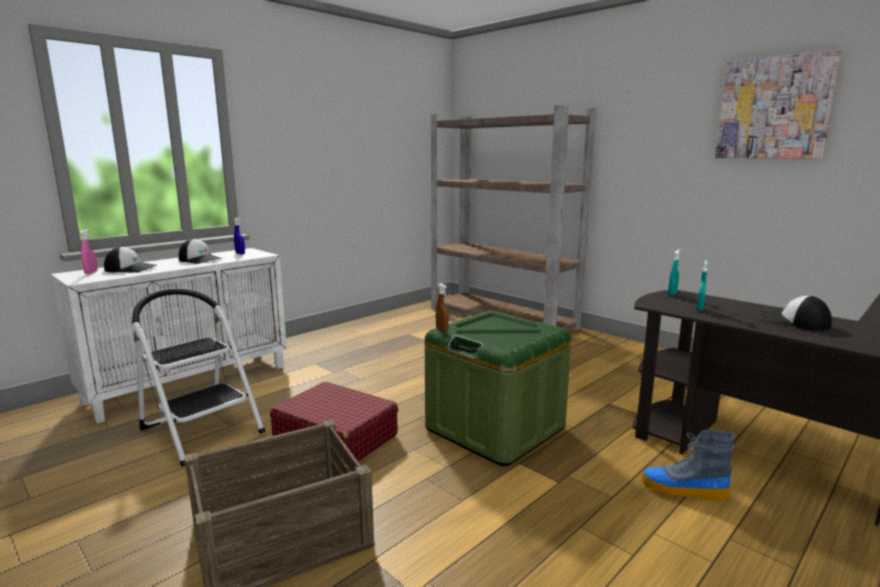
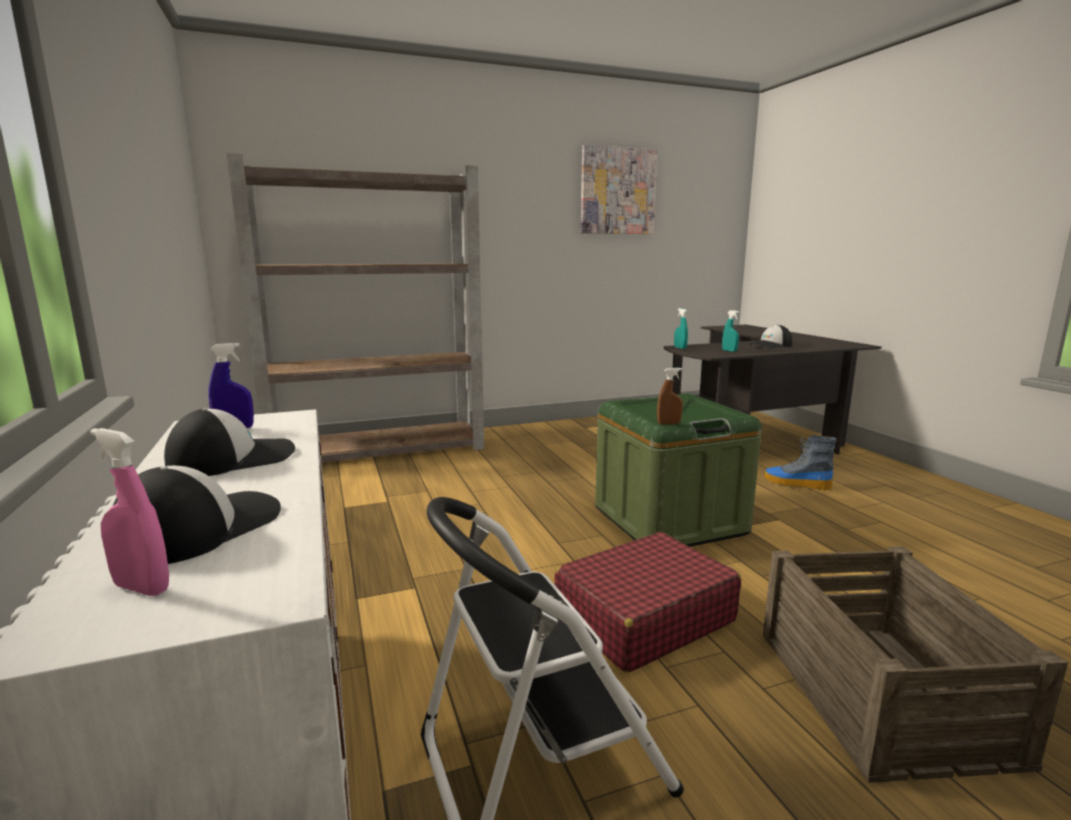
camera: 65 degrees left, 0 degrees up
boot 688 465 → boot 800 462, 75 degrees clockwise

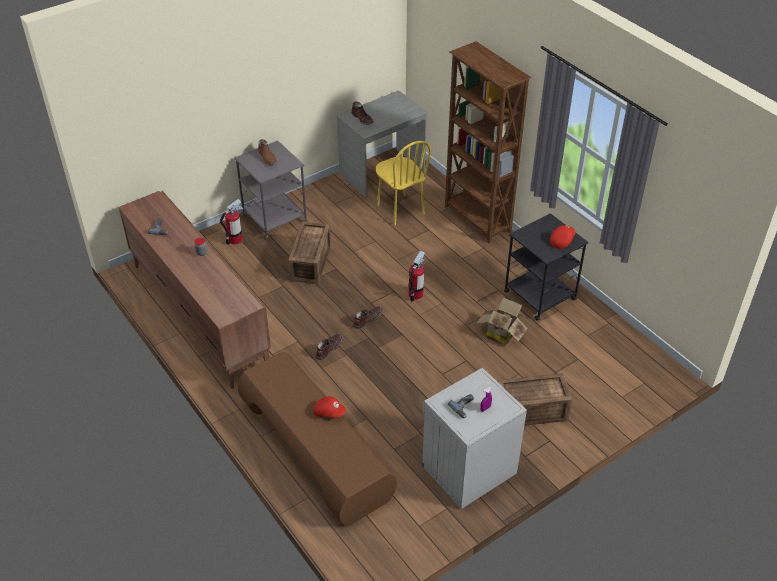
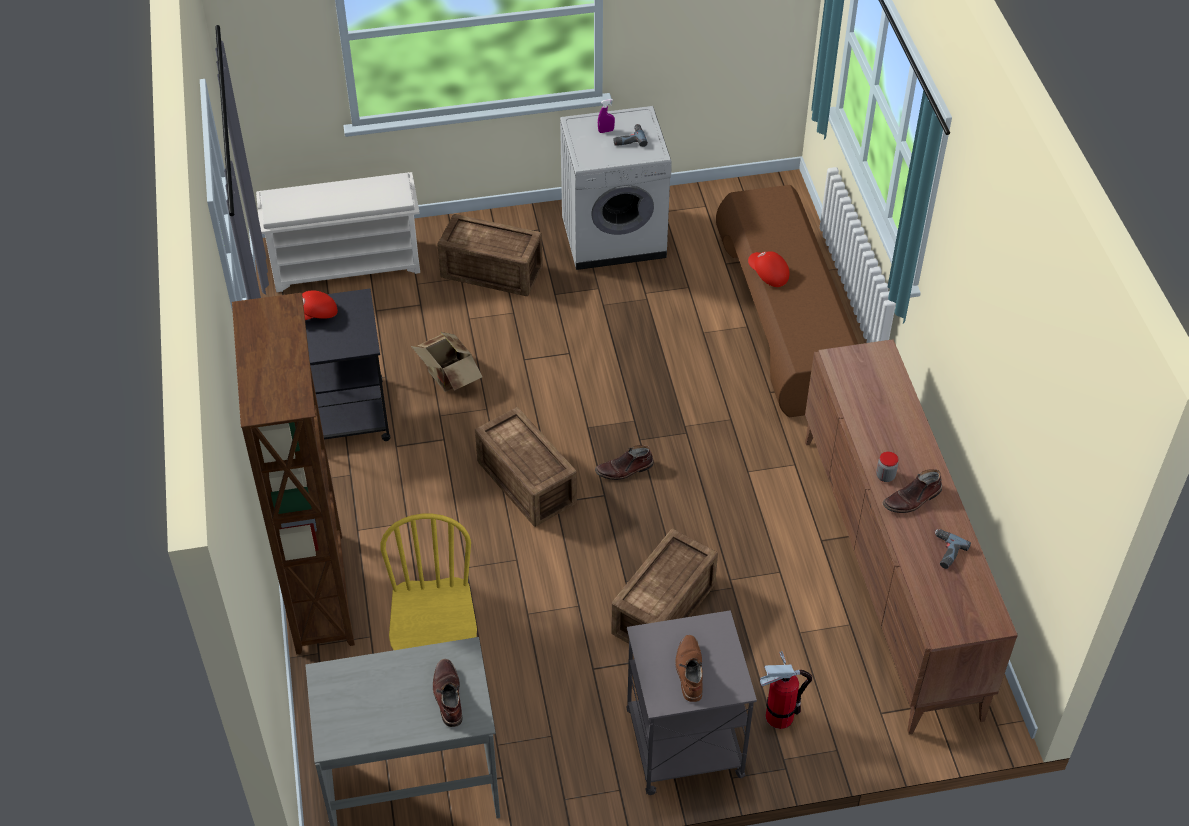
camera: 155 degrees left, 5 degrees up
- → white shoe rack 338 232
brown boot 329 346 → brown boot 912 491, relocated
fire extinguisher 417 276 → crate 526 467

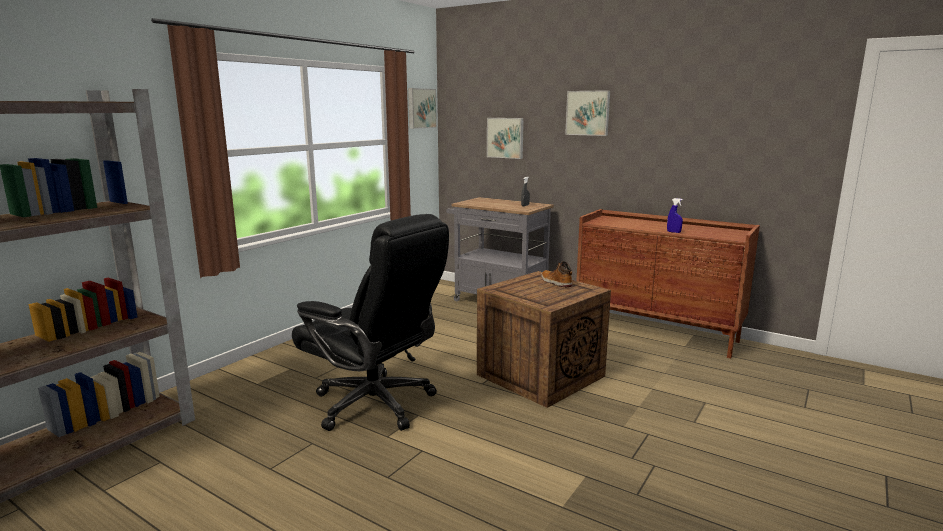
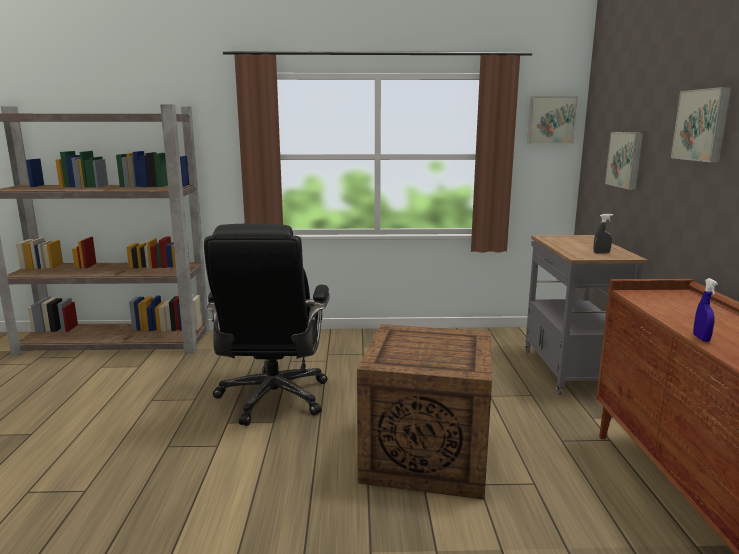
camera: 55 degrees right, 0 degrees up
boot 556 274 → -

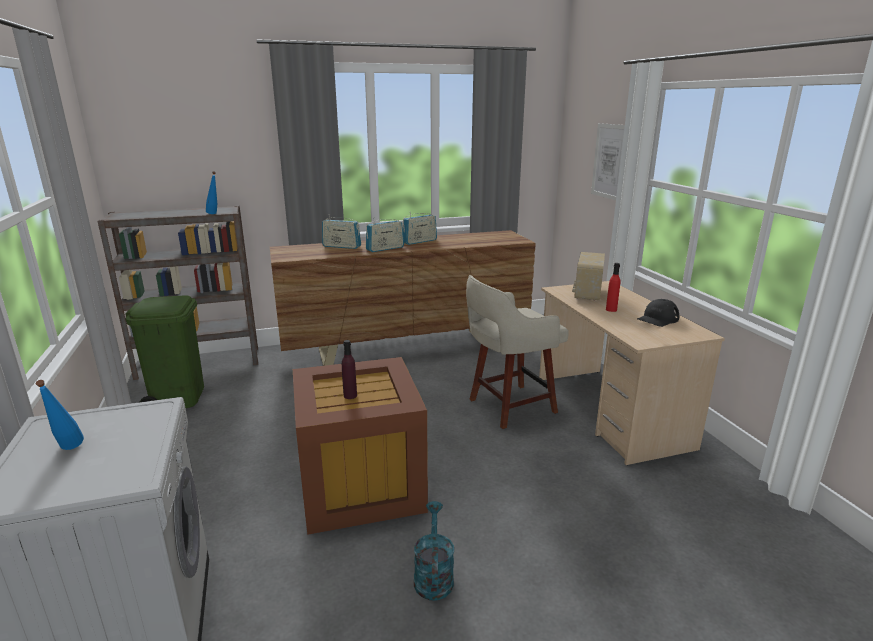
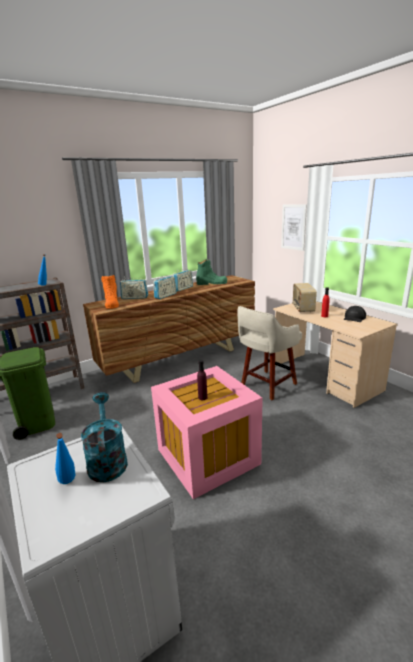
camera: 15 degrees left, 0 degrees up
- → orange boot 110 292
- → green boot 211 272
turquoise watering can 434 551 → turquoise watering can 104 437, relocated
brown storage box 360 446 → pink storage box 207 432

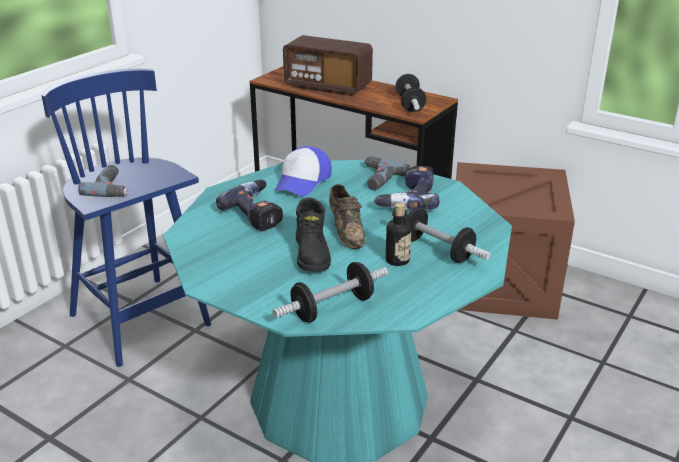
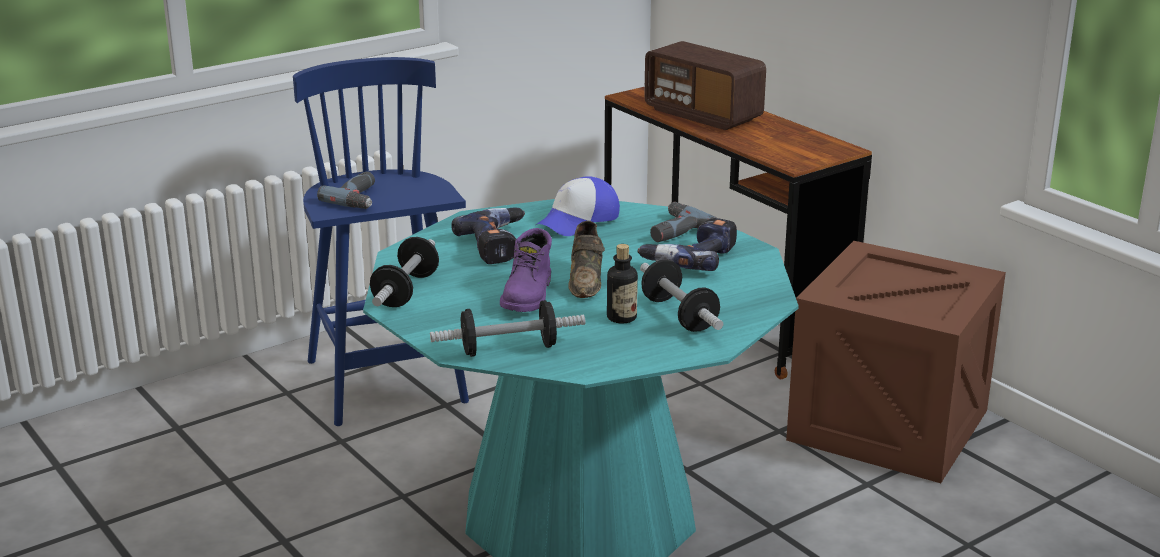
camera: 20 degrees right, 5 degrees down
dumbbell 410 93 → dumbbell 404 272, relocated
black boot 313 234 → purple boot 526 270

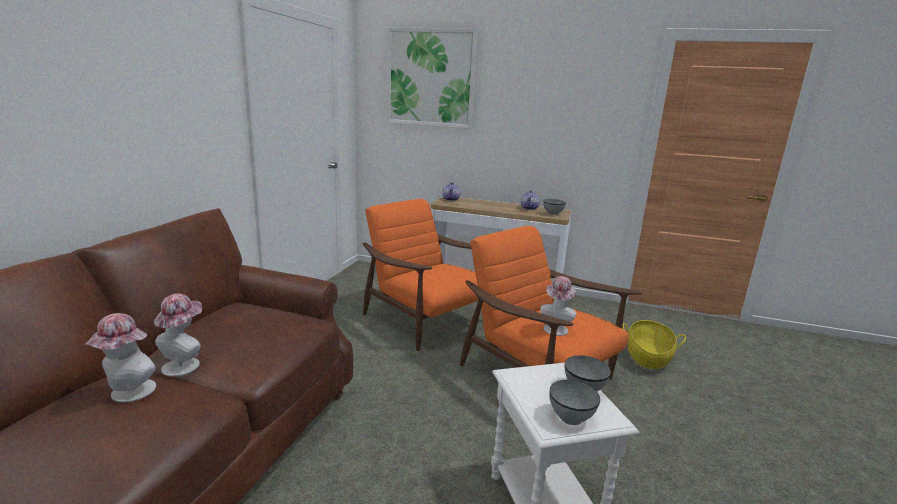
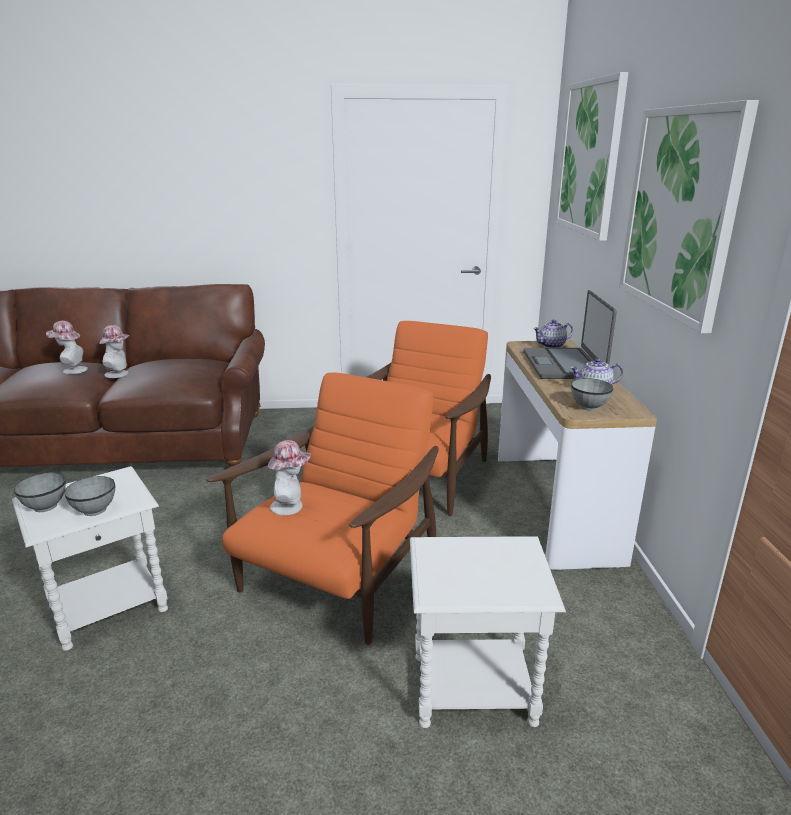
camera: 70 degrees right, 5 degrees up
- → laptop 570 334
- → picture 689 216
basket 654 344 → white side table 488 632

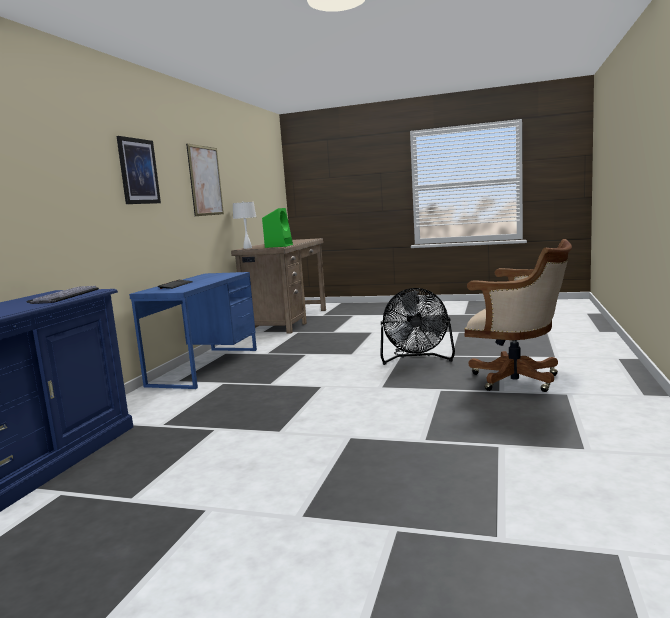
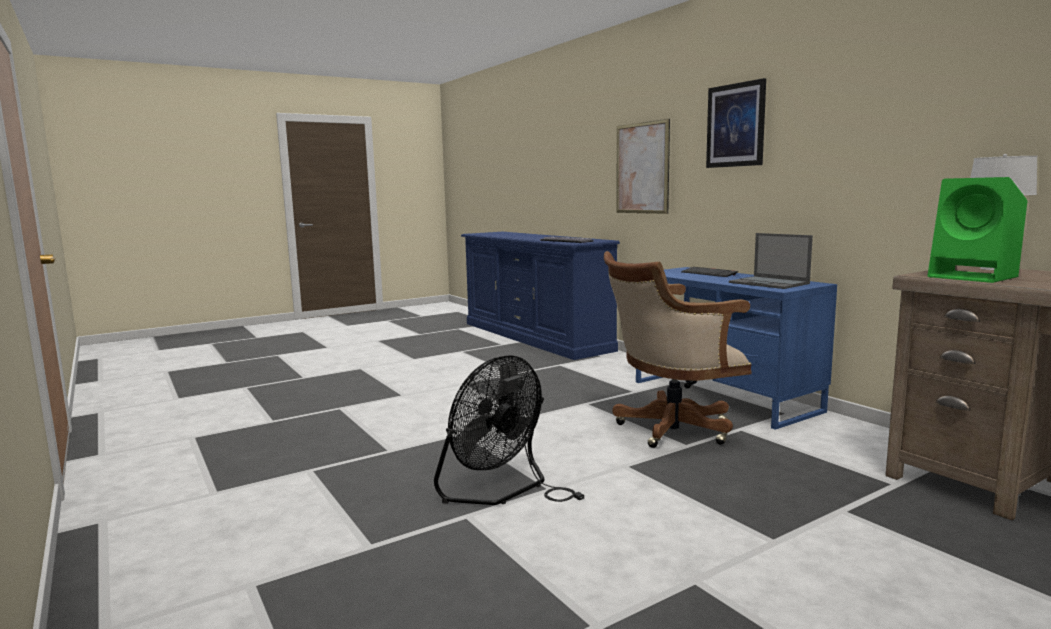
camera: 130 degrees right, 0 degrees up
- → laptop 771 261
picture 205 180 → picture 643 166, relocated
office chair 518 315 → office chair 677 349, relocated

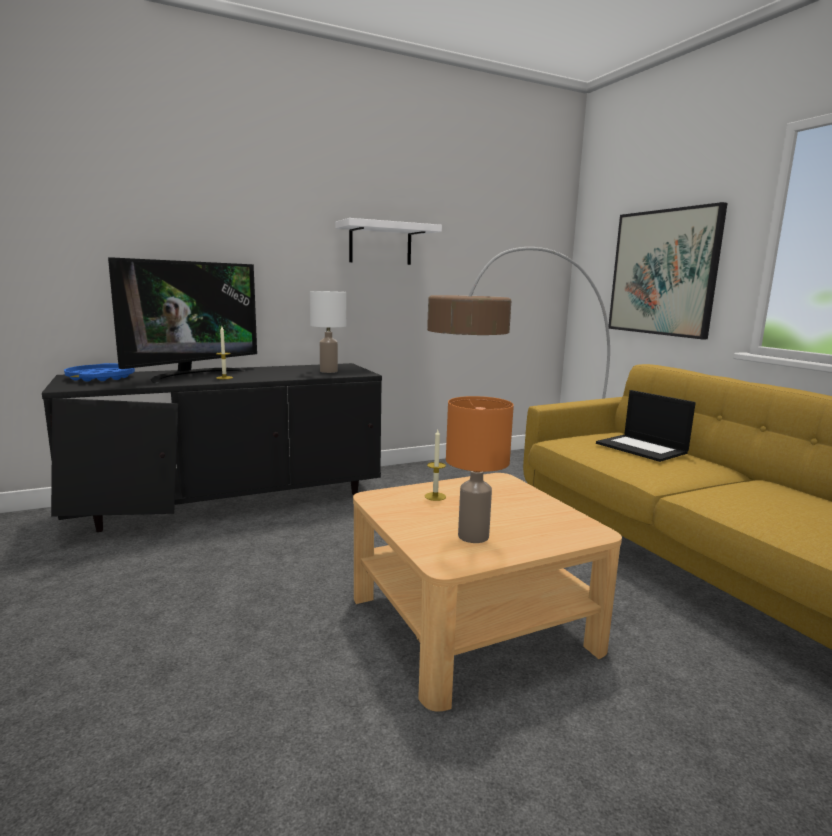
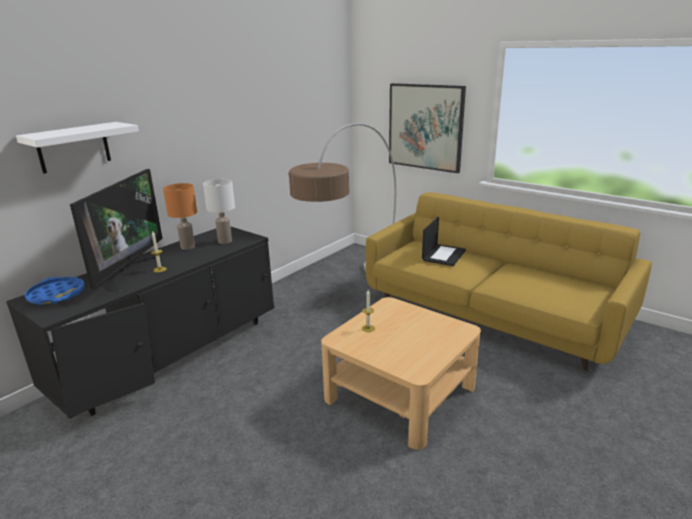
camera: 25 degrees left, 10 degrees up
white shelf 388 241 → white shelf 77 148, relocated
orange table lamp 480 469 → orange table lamp 180 216, relocated
laptop 646 426 → laptop 444 241, 90 degrees counterclockwise

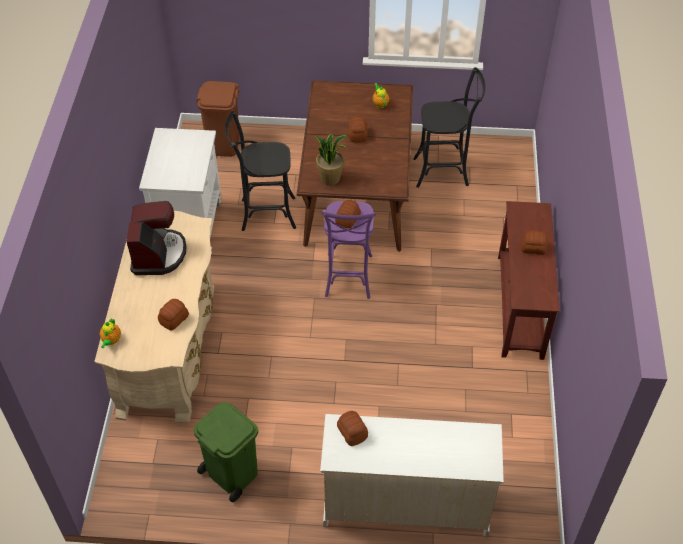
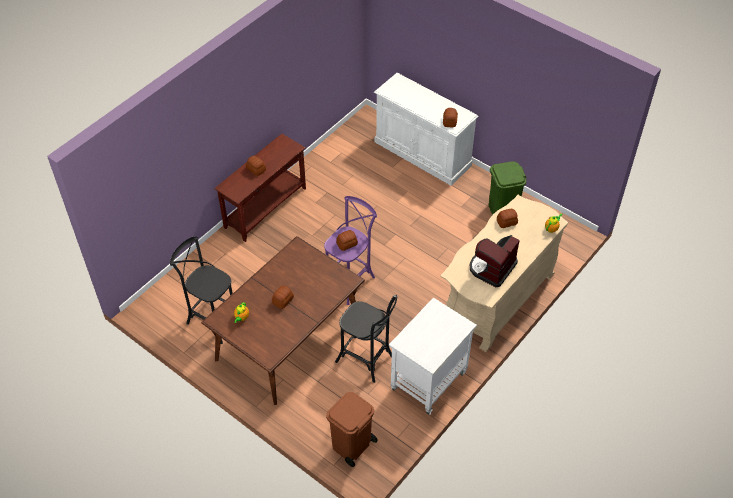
camera: 145 degrees left, 0 degrees up
potted plant 331 160 → -

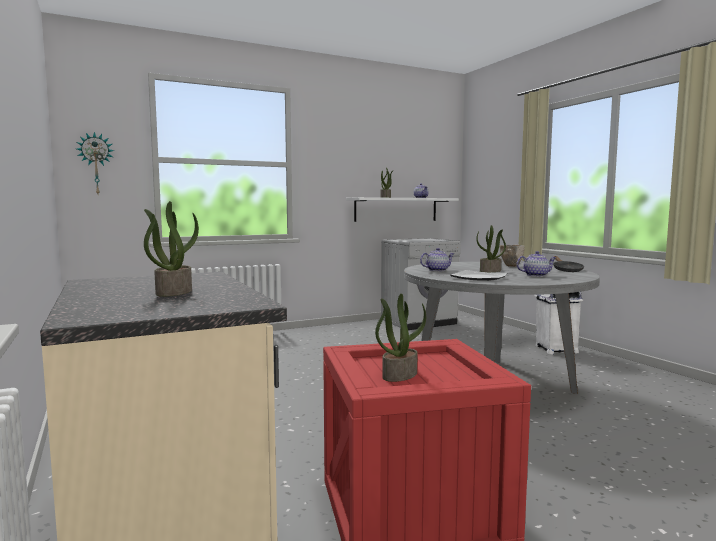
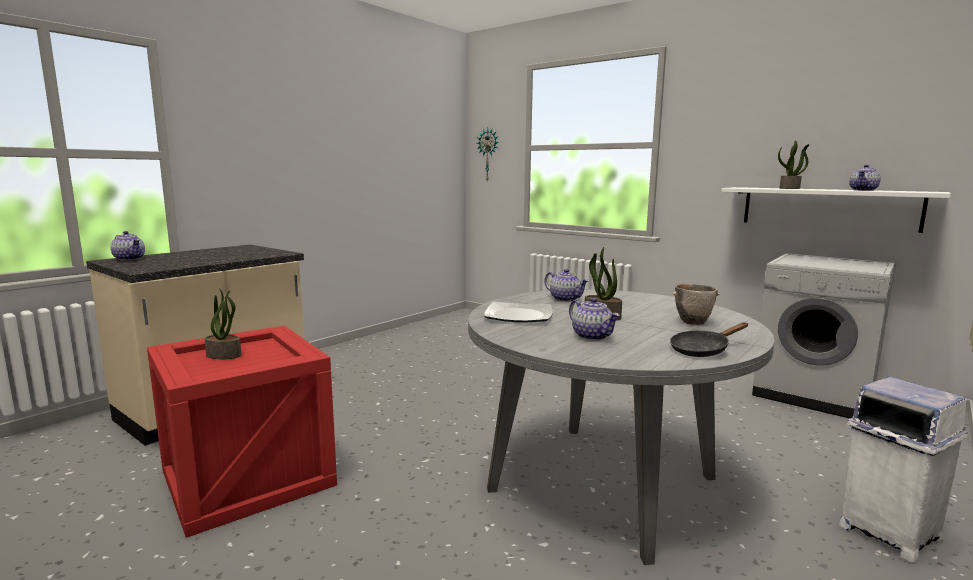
camera: 65 degrees right, 5 degrees up
potted plant 171 249 → -
- → teapot 127 246

